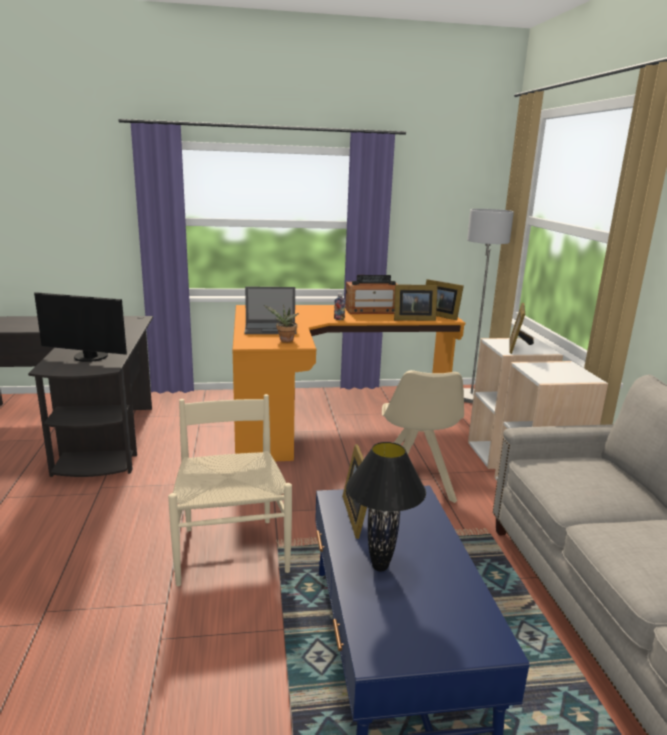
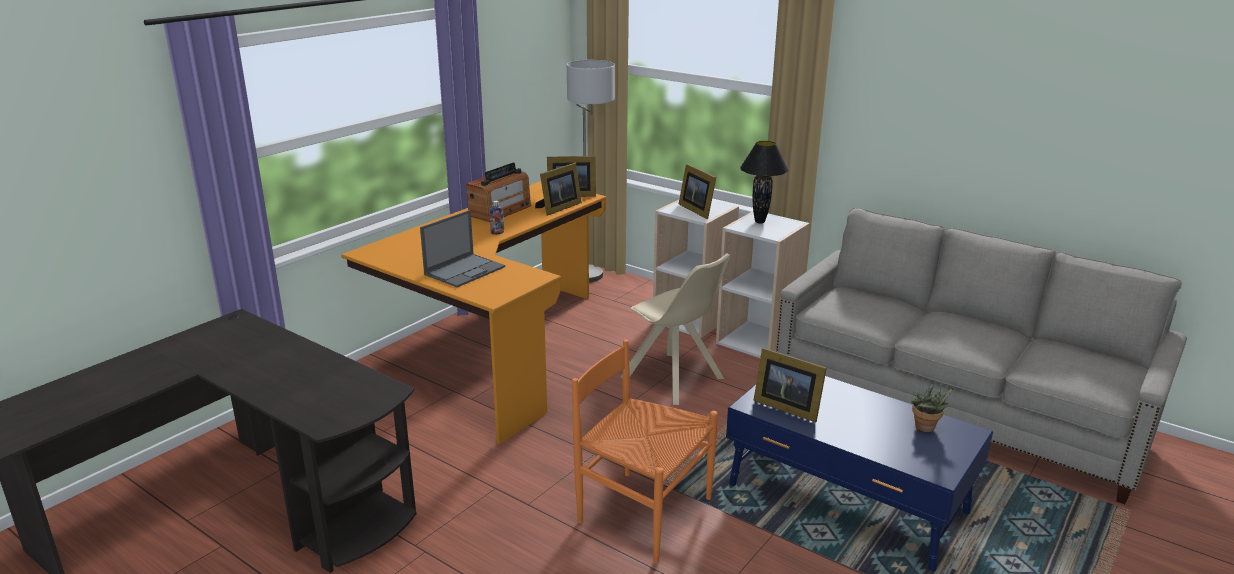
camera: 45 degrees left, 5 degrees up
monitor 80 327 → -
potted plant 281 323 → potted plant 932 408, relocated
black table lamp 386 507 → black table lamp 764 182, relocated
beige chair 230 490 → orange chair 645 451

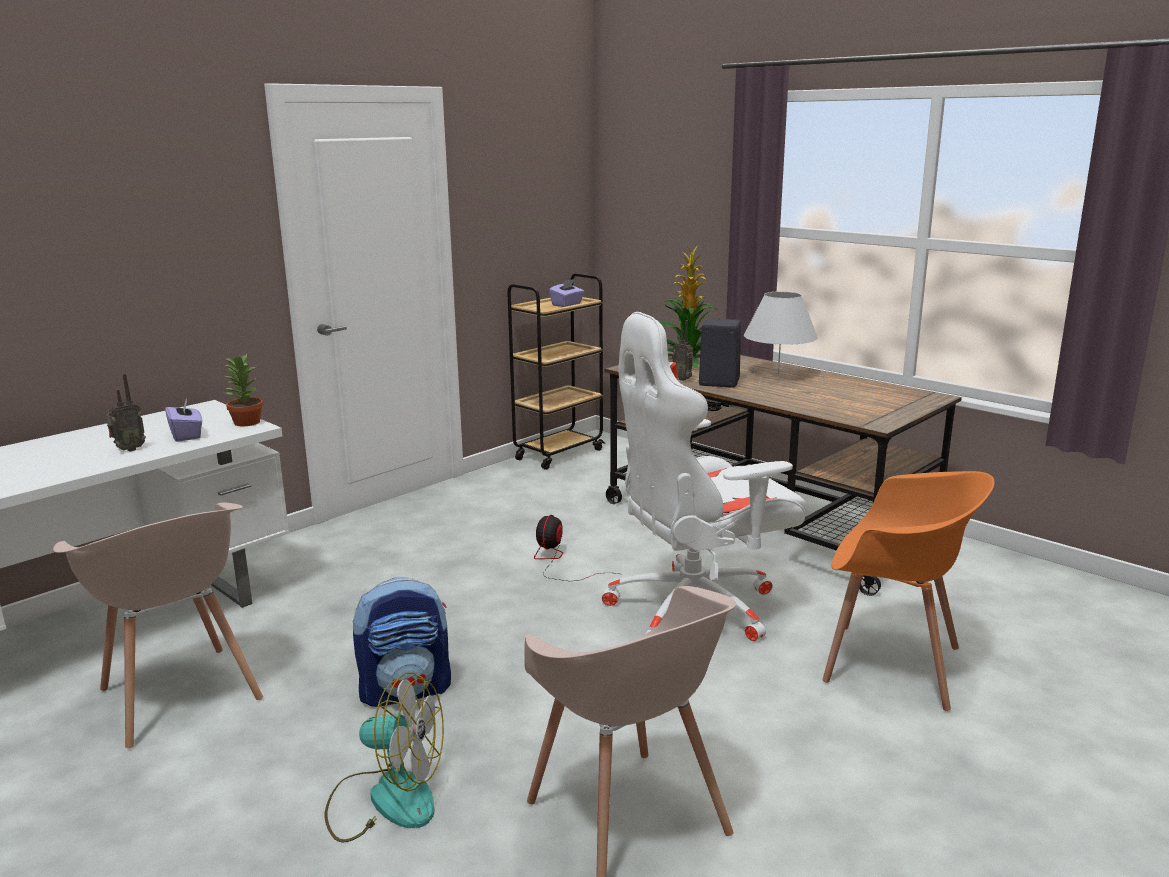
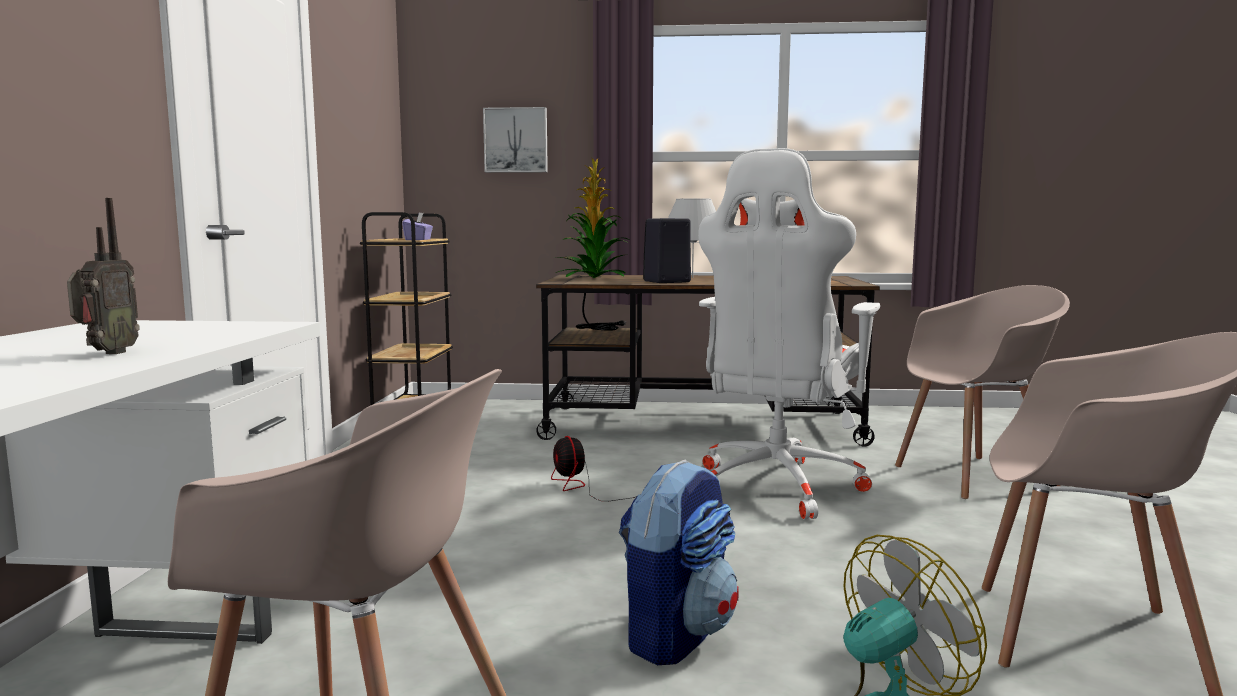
camera: 40 degrees left, 10 degrees down
purple tissue box 183 420 → -
potted plant 243 390 → -
radio 683 350 → -
- → picture 515 140
orange chair 908 591 → beige chair 982 392

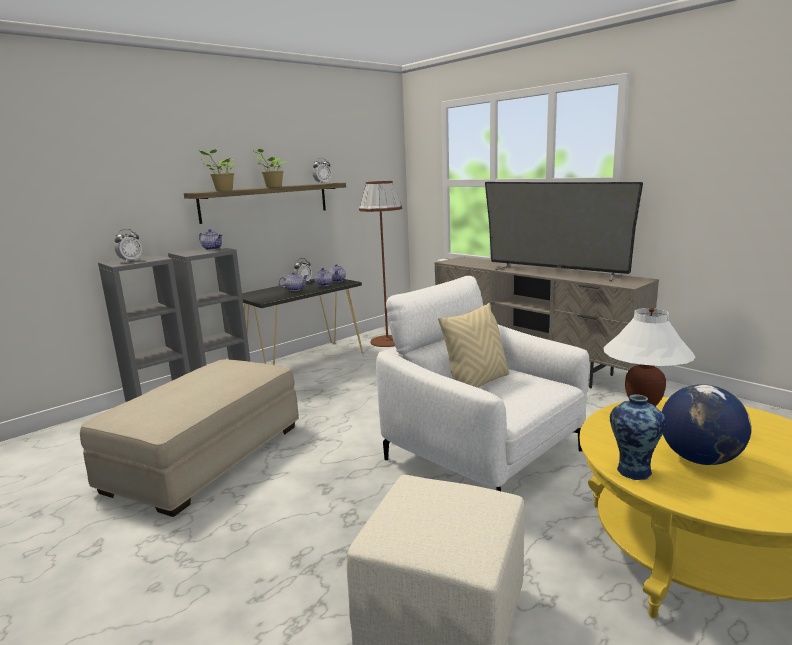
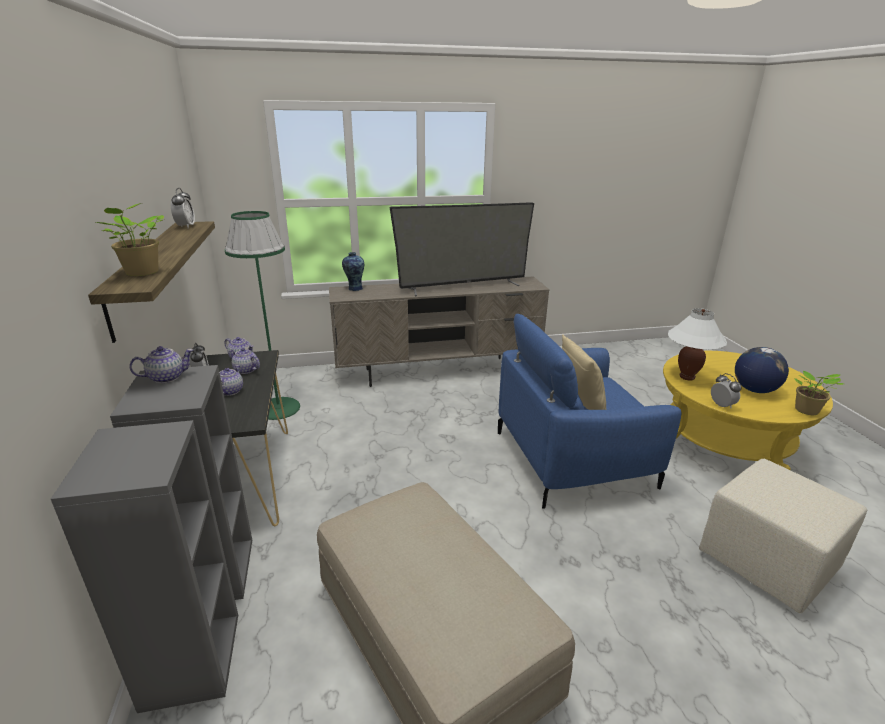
camera: 60 degrees left, 10 degrees up
alarm clock 128 245 → alarm clock 726 390, relocated
potted plant 269 168 → potted plant 819 393, relocated
vase 638 437 → vase 353 271, relocated
brown floor lamp 380 264 → green floor lamp 262 315
white armchair 482 383 → blue armchair 590 411

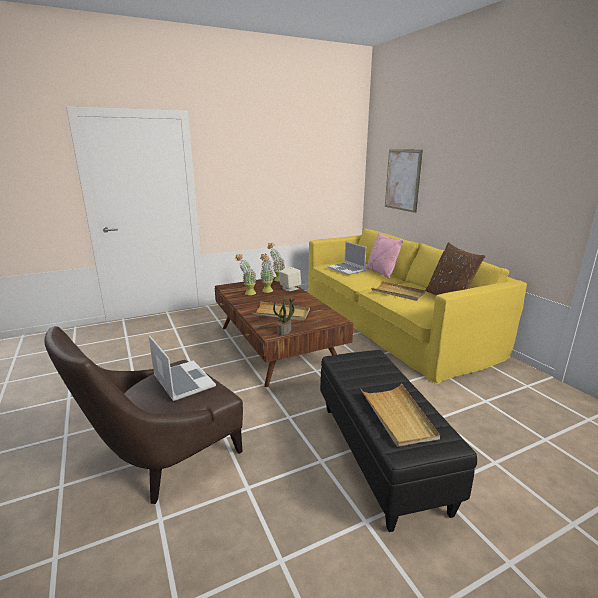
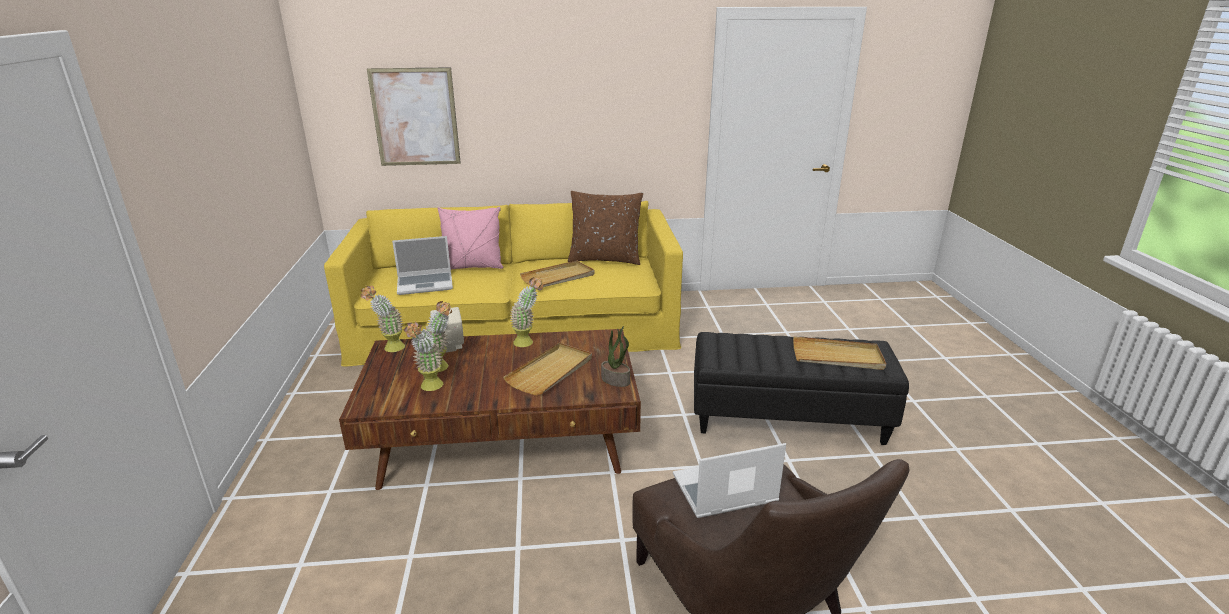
camera: 70 degrees left, 5 degrees up
- → potted plant 526 312

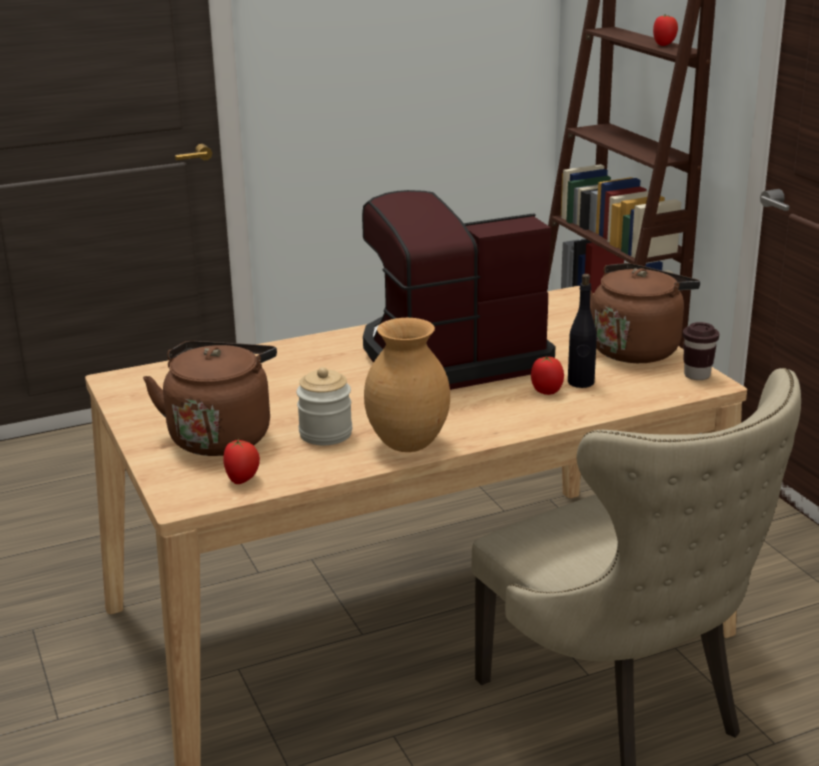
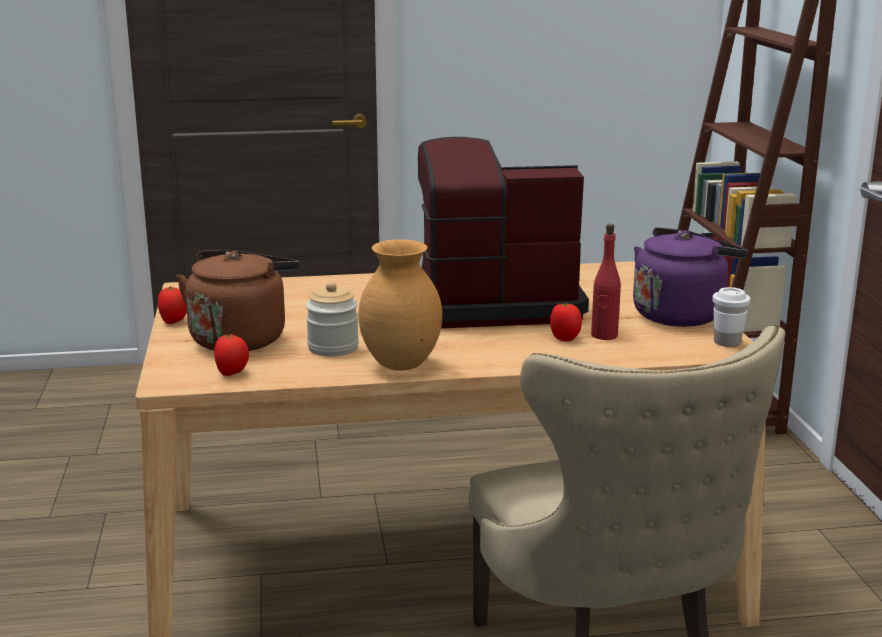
camera: 15 degrees right, 5 degrees down
tomato 665 30 → tomato 172 305, relocated
black bottle 582 331 → red bottle 606 282
brown kettle 645 313 → purple kettle 690 277
brown cup 701 351 → white cup 731 317

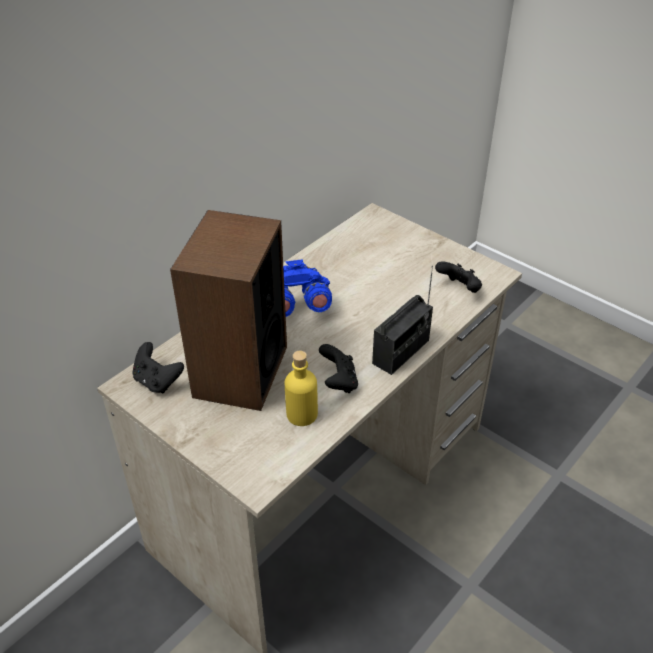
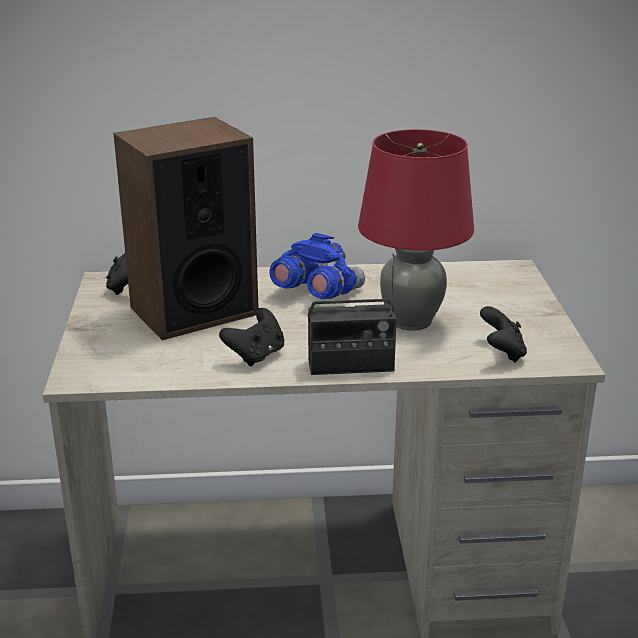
camera: 45 degrees right, 15 degrees down
yellow bottle 301 388 → -
- → red table lamp 416 230

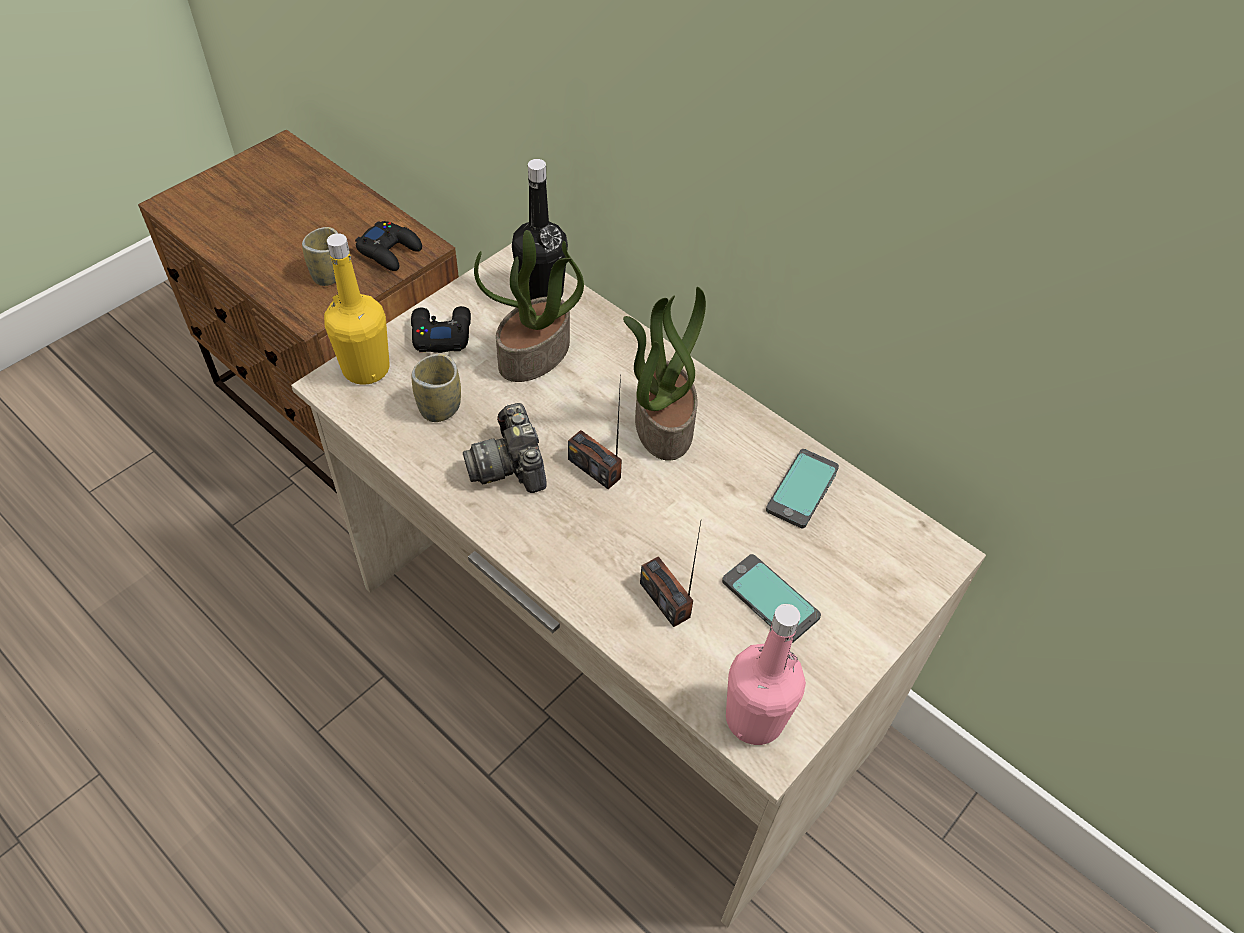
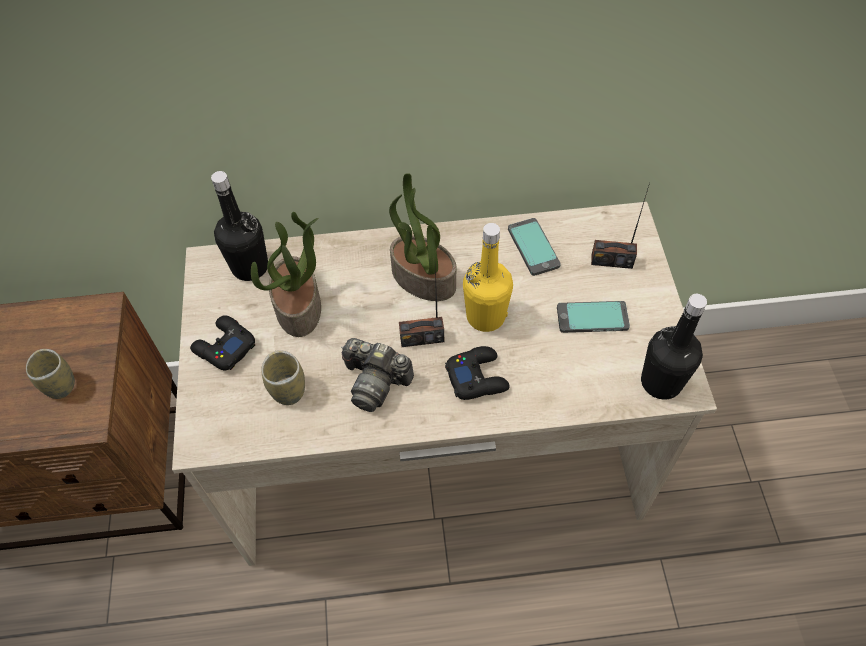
camera: 45 degrees left, 5 degrees up
yellow bottle 357 309 → yellow bottle 488 277, relocated
black game controller 388 246 → black game controller 477 373, relocated
radio 670 574 → radio 620 226, relocated
pink bottle 766 674 → black bottle 674 347

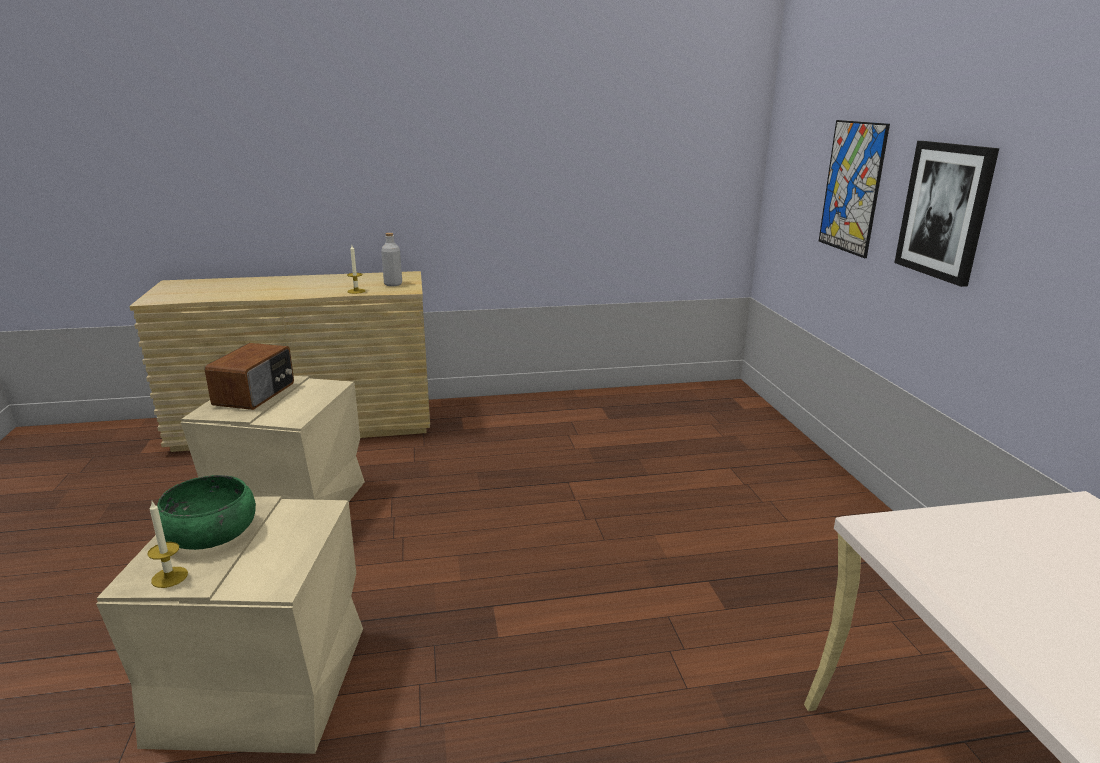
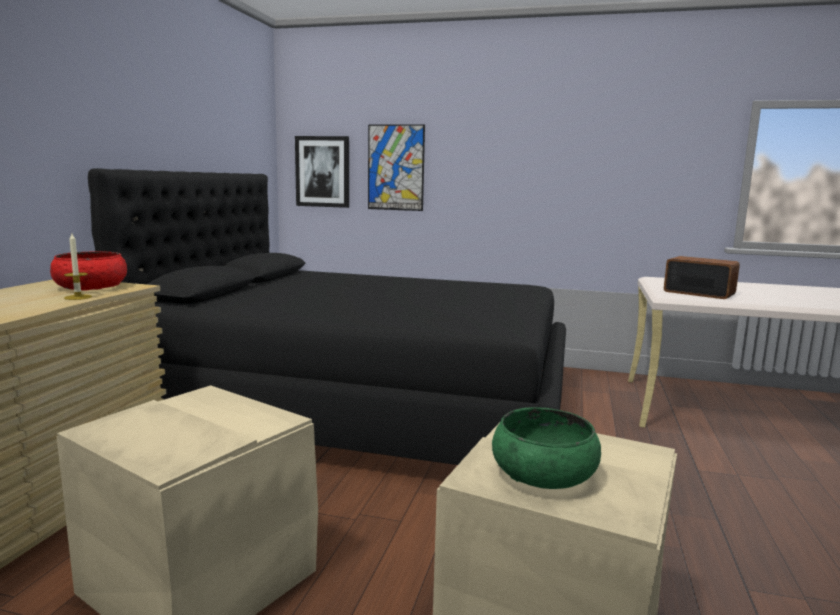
camera: 65 degrees left, 10 degrees down
candle 167 545 → -
- → black bed 327 316
radio 249 376 → radio 702 277, relocated
picture 946 214 → picture 322 172, relocated
grey bottle 391 259 → red bowl 88 270

